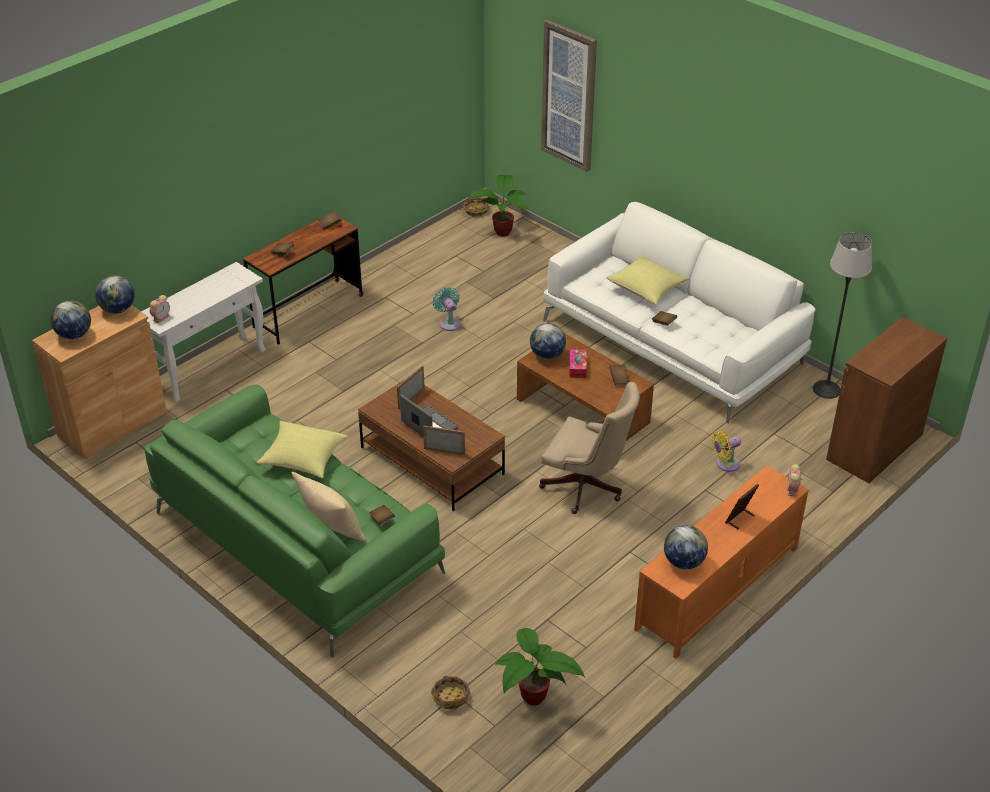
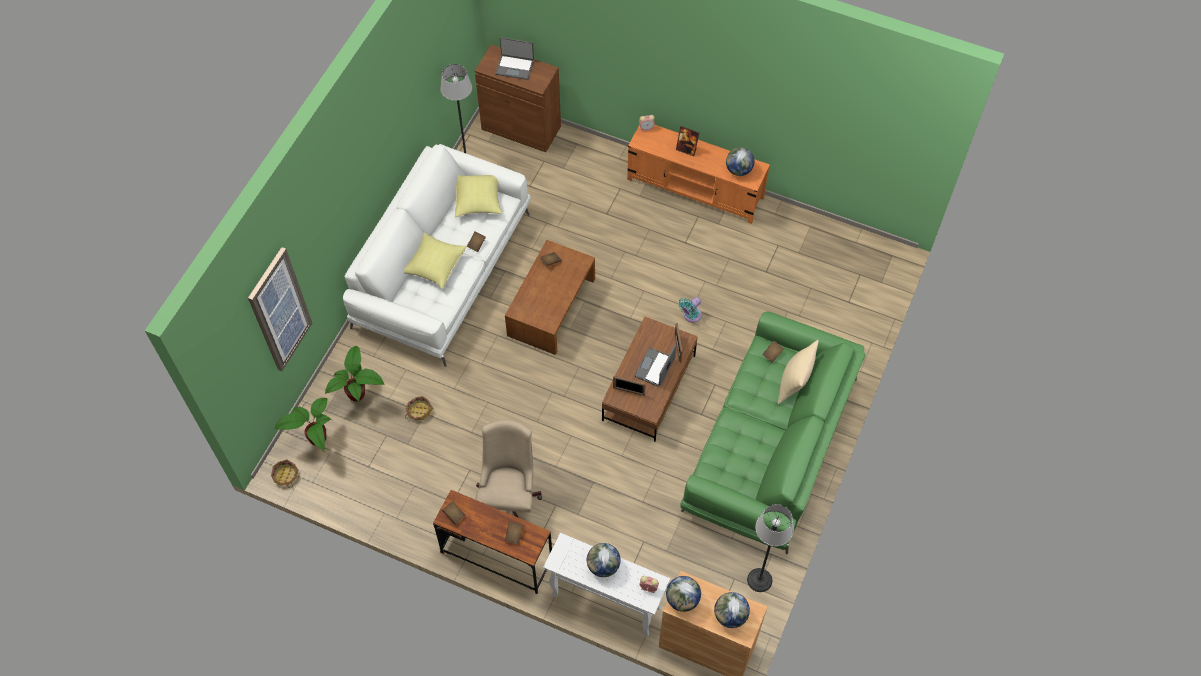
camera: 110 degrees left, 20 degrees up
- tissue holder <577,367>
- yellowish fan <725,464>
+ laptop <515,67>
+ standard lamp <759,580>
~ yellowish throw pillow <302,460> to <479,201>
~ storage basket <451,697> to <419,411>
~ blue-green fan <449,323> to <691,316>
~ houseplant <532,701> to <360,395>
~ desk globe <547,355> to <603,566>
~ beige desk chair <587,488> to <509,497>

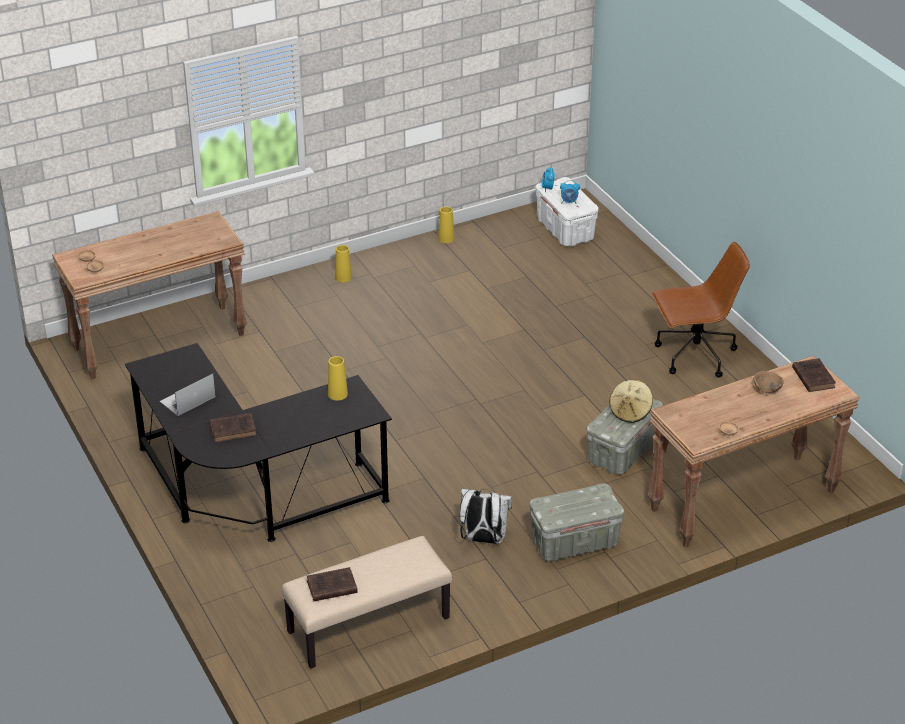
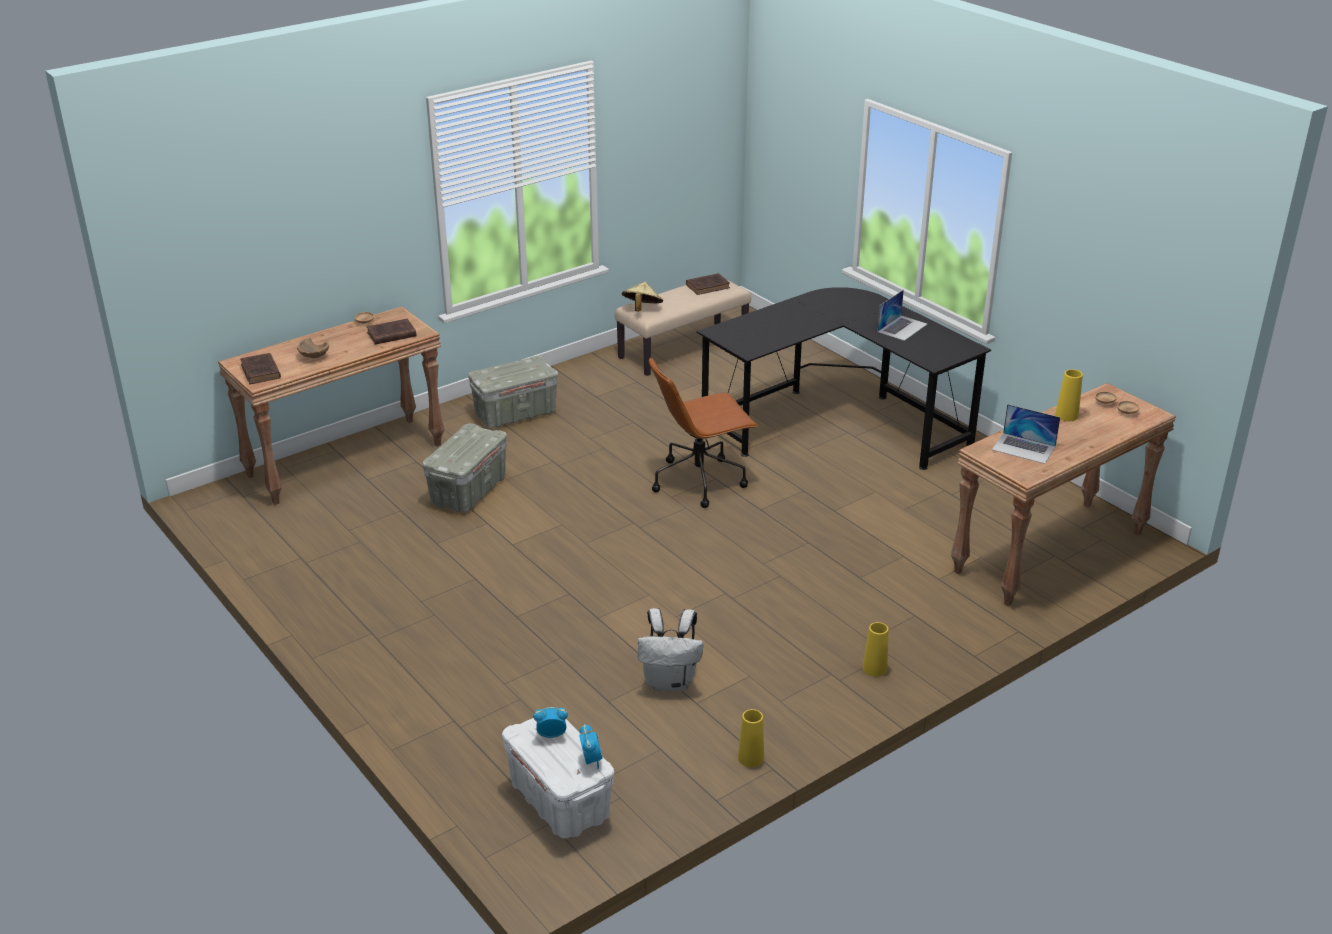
camera: 170 degrees right, 5 degrees down
+ laptop <1024,448>
~ brown-coloured book <234,430> to <390,335>
~ yellowish flower vase <337,394> to <1066,415>
~ white backpack <483,539> to <670,682>
~ beige wearable hat <630,412> to <642,309>
~ brown-coloured desk chair <694,356> to <700,480>

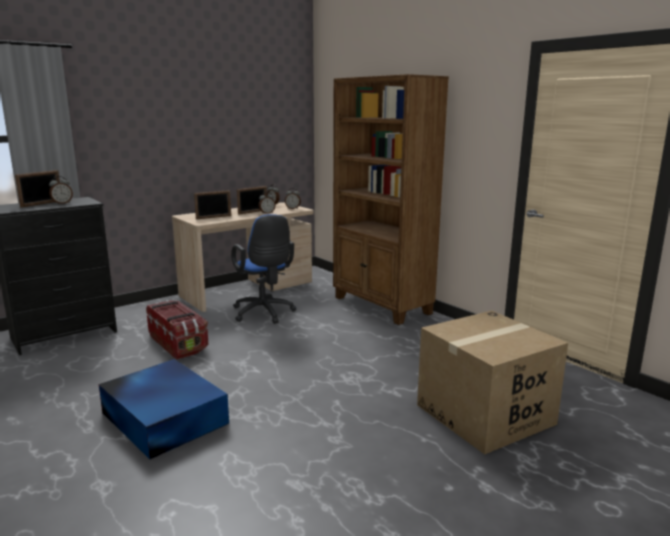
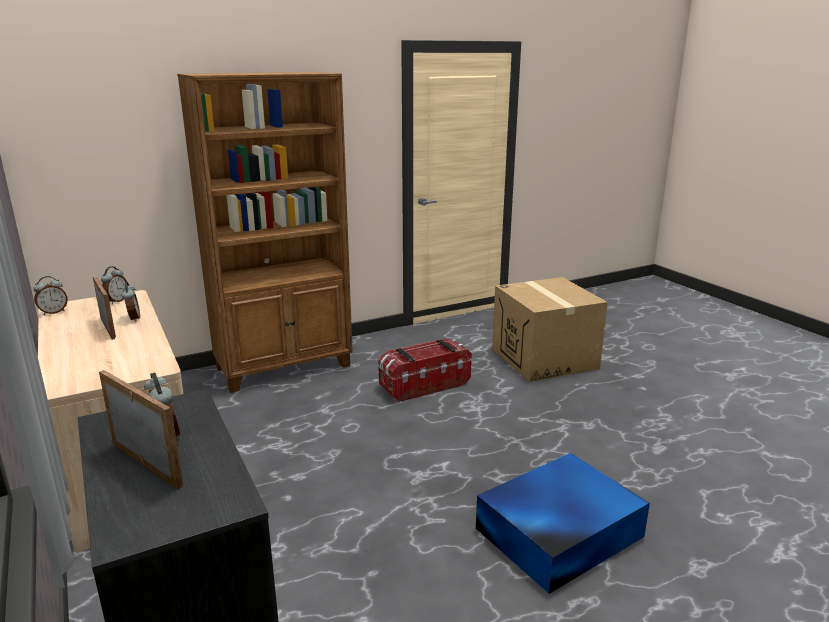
camera: 80 degrees left, 5 degrees up
- picture frame <213,217>
- blue-coloured desk chair <264,314>
~ storage bin <178,343> to <424,385>

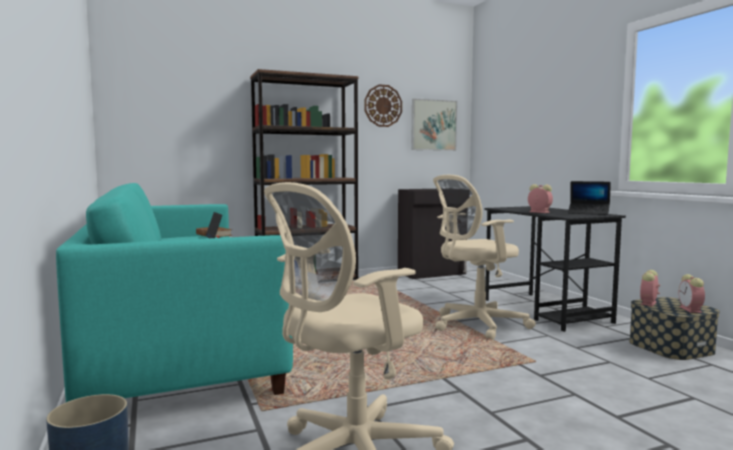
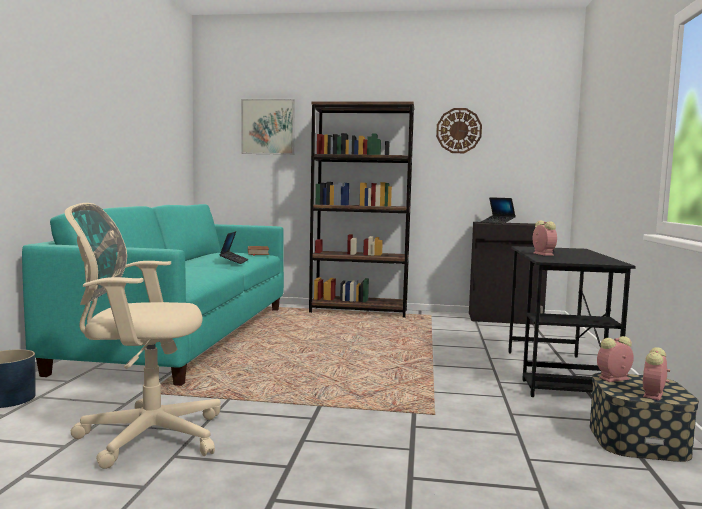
camera: 30 degrees right, 0 degrees up
- beige desk chair <475,325>
~ wall picture <433,125> to <268,127>
~ laptop <588,213> to <497,223>

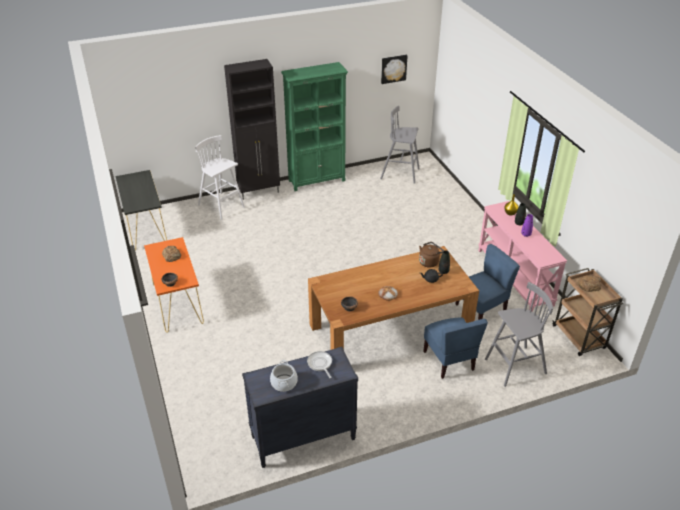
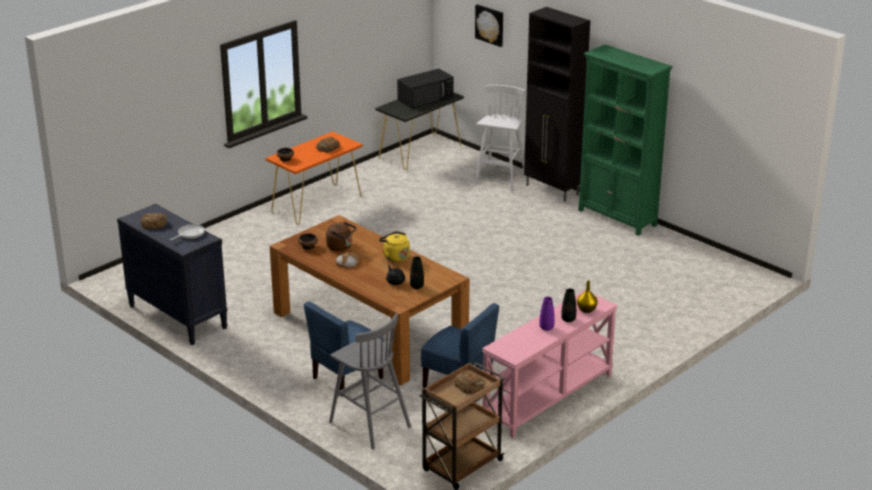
camera: 65 degrees right, 10 degrees down
- greyish stool seat <400,174>
+ yellowish kettle <395,257>
+ blackish kitchen microwave <426,98>
~ wall picture <393,68> to <490,25>
~ brown-coloured kettle <429,262> to <341,247>
~ stockpot <284,383> to bread <154,224>

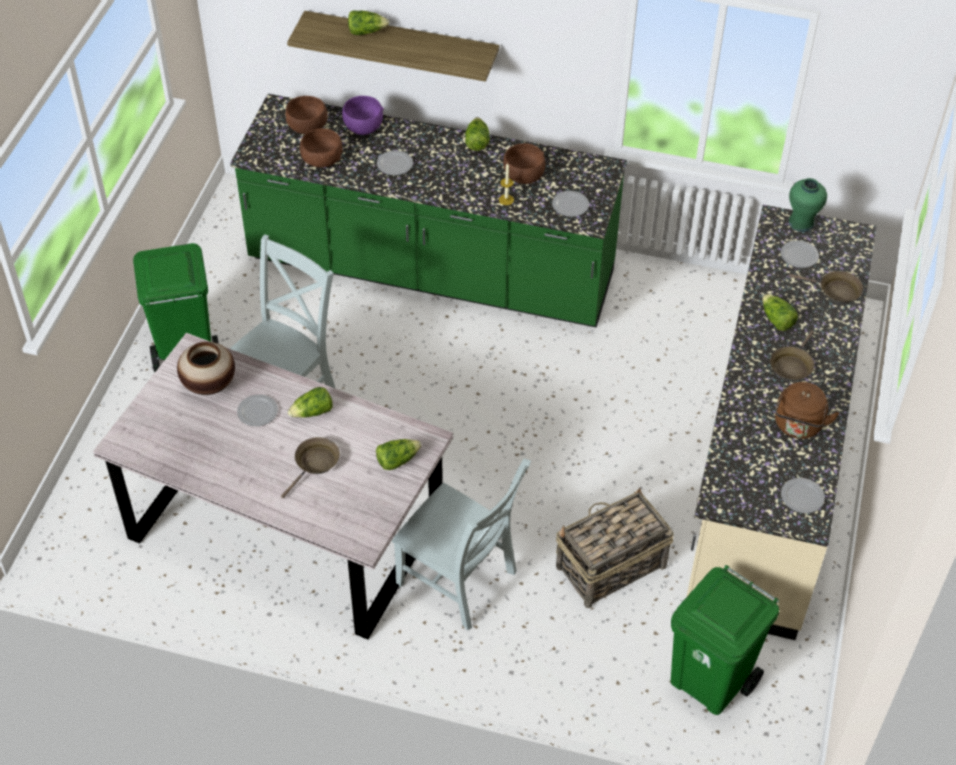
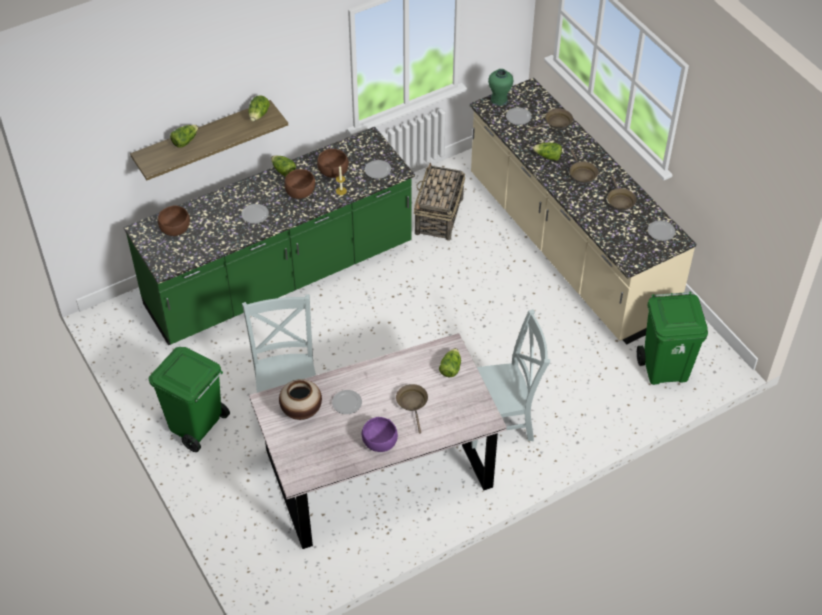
camera: 45 degrees left, 0 degrees up
~ lettuce <312,412> to <259,115>
~ brown-coloured serving bowl <321,160> to <300,192>
~ purple serving bowl <363,127> to <380,442>
~ storage basket <609,567> to <438,217>
~ brown-coloured kettle <798,426> to brown-coloured pan <620,200>

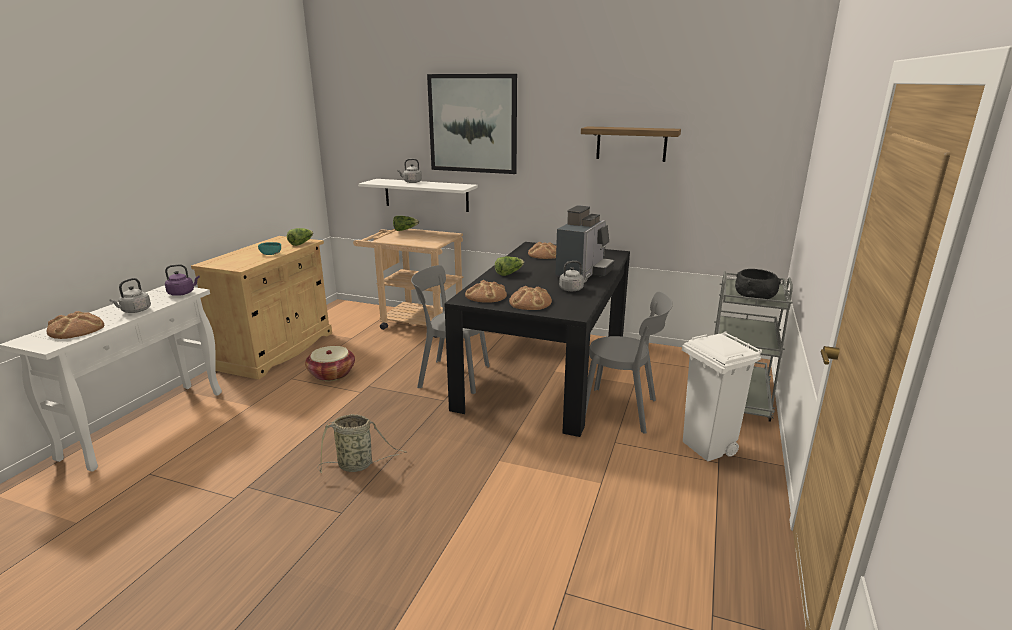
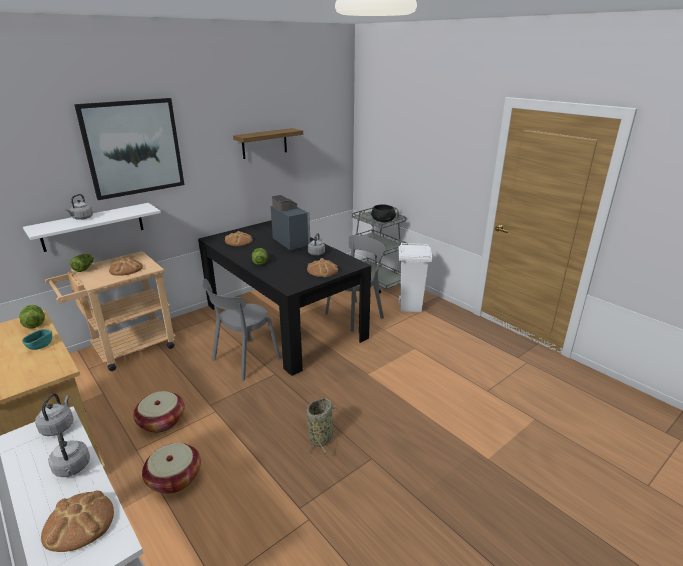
camera: 60 degrees left, 5 degrees up
+ storage basket <174,478>
~ bread <486,296> to <126,269>
~ purple kettle <183,293> to greyish kettle <58,426>

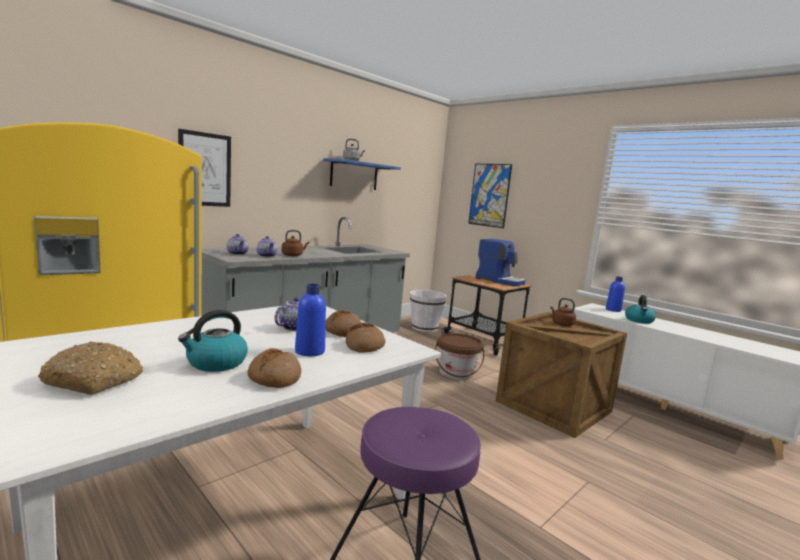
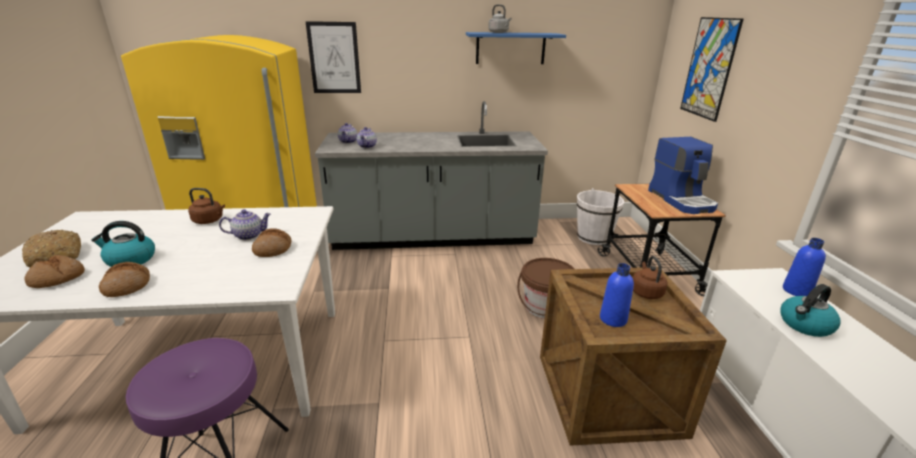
camera: 40 degrees right, 15 degrees up
~ brown-coloured kettle <293,255> to <209,221>
~ blue-coloured beverage bottle <309,351> to <613,319>
~ bread <365,346> to <57,279>

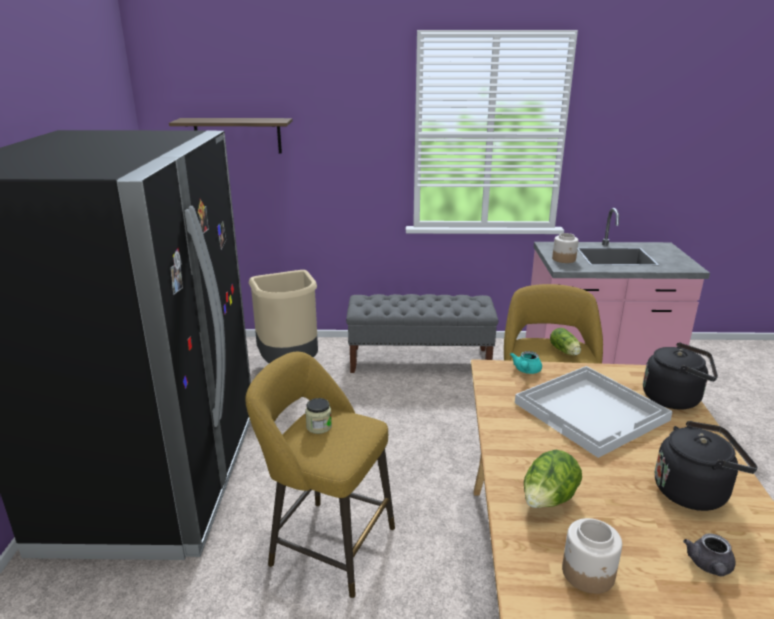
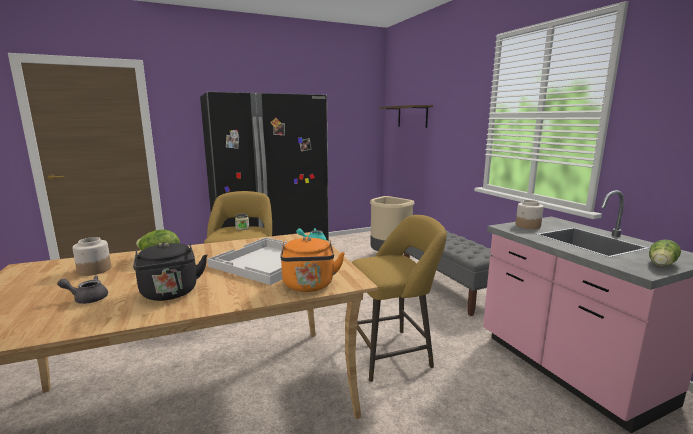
camera: 65 degrees right, 10 degrees down
~ lettuce <565,352> to <661,265>
~ blackish kettle <675,398> to orange kettle <309,286>

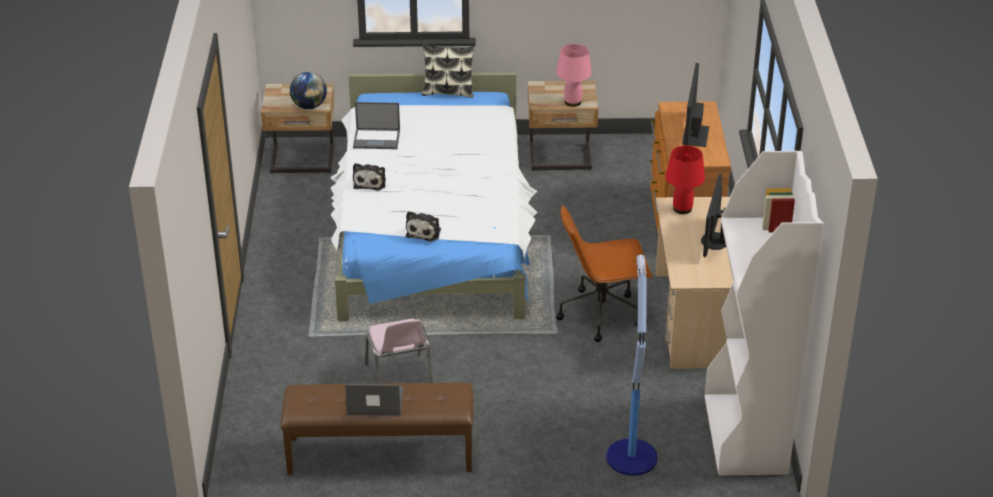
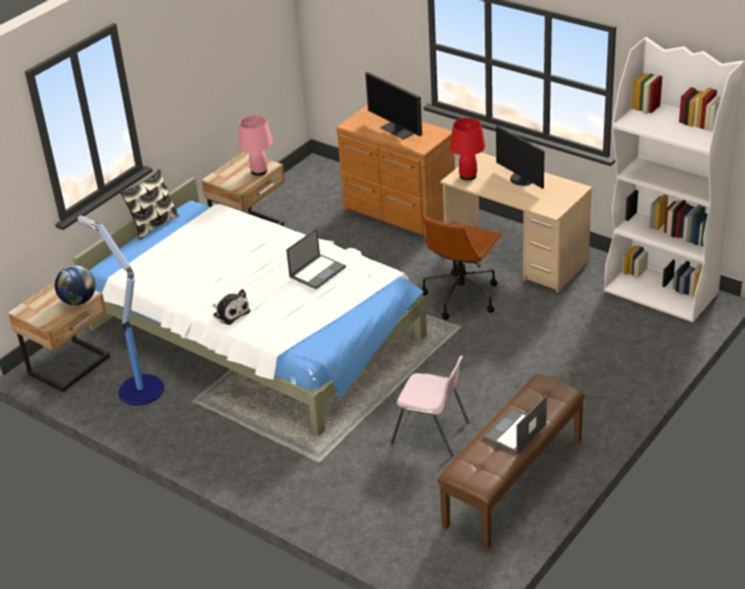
camera: 50 degrees left, 0 degrees up
- soft toy <424,232>
~ laptop <377,139> to <318,271>
~ standard lamp <631,455> to <139,389>

